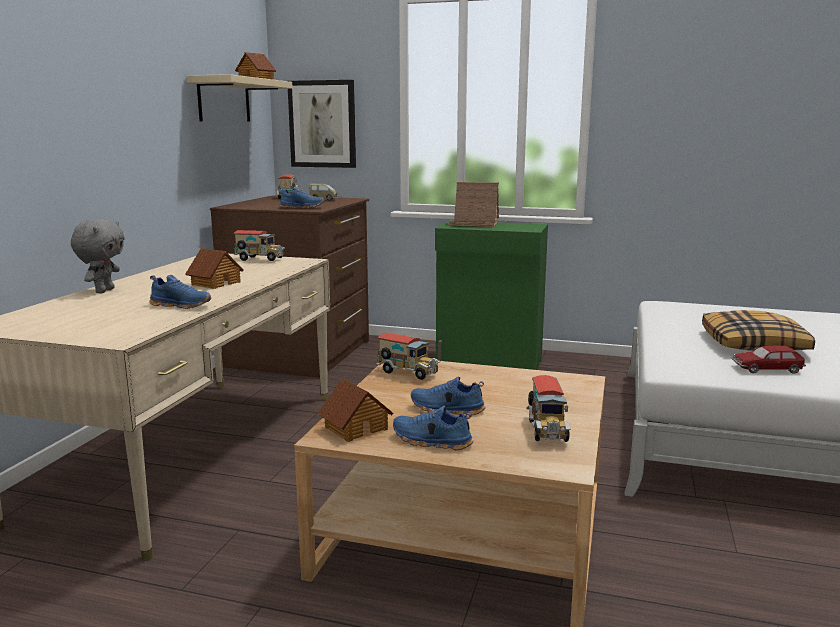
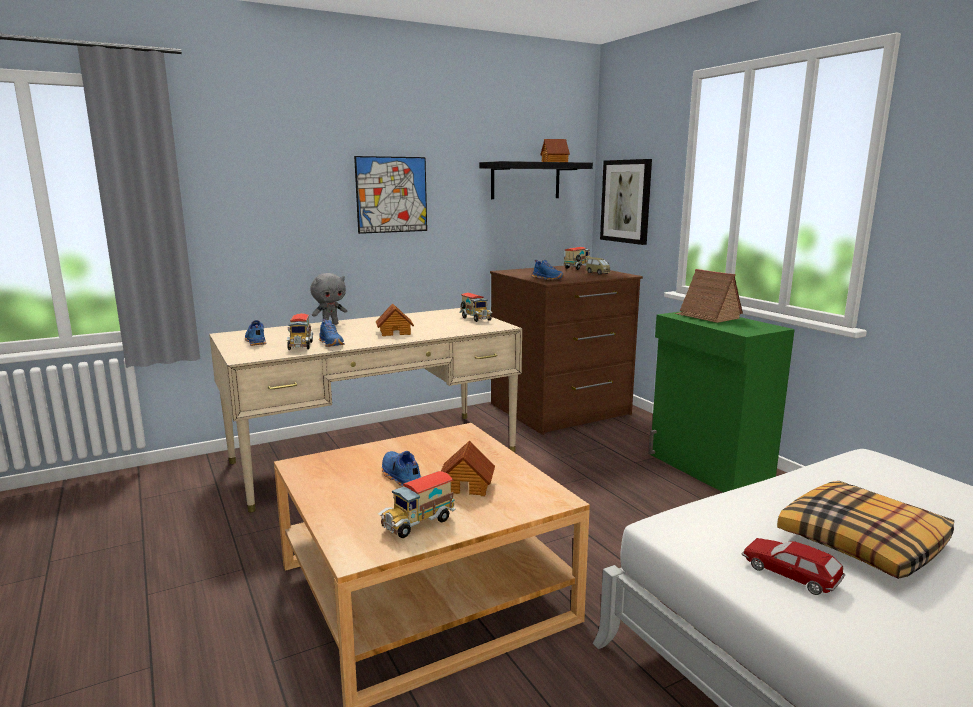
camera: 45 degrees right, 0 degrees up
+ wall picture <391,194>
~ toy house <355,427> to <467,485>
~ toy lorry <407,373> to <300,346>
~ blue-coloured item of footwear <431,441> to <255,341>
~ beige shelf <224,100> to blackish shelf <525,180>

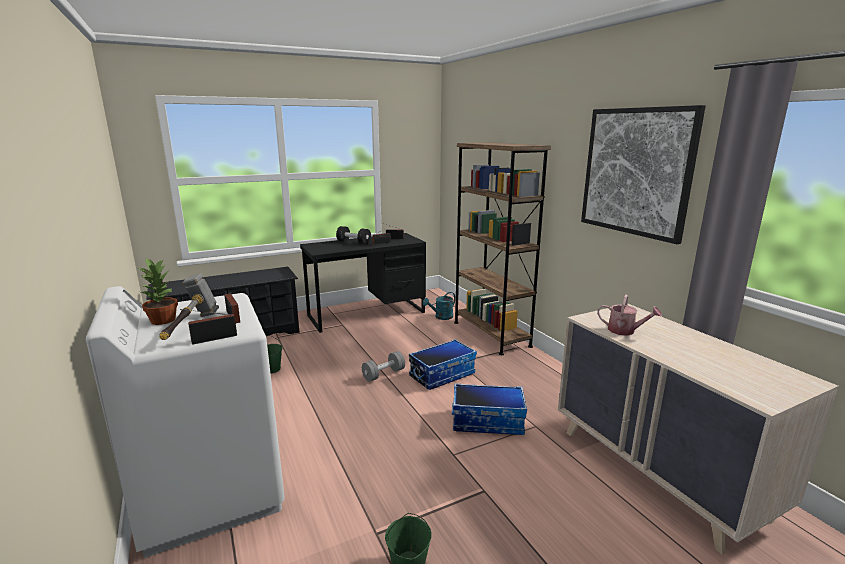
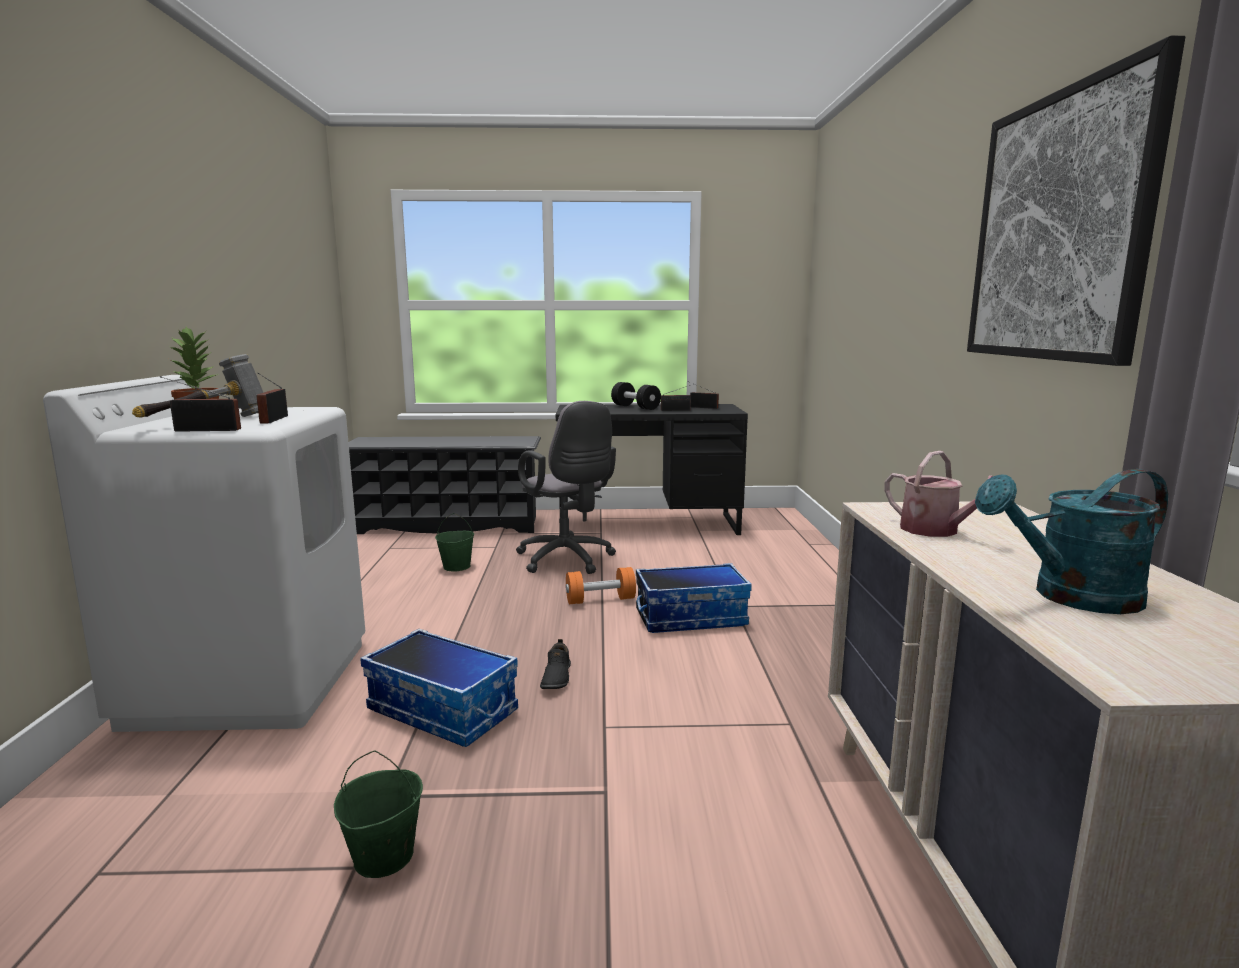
camera: 25 degrees right, 5 degrees down
- brown-coloured bookshelf <491,334>
+ greyish desk chair <568,560>
+ blackish item of footwear <555,677>
~ blue-green watering can <441,317> to <1072,597>
~ storage bin <488,421> to <444,710>
~ greyish hand weight <383,374> to orange hand weight <600,600>

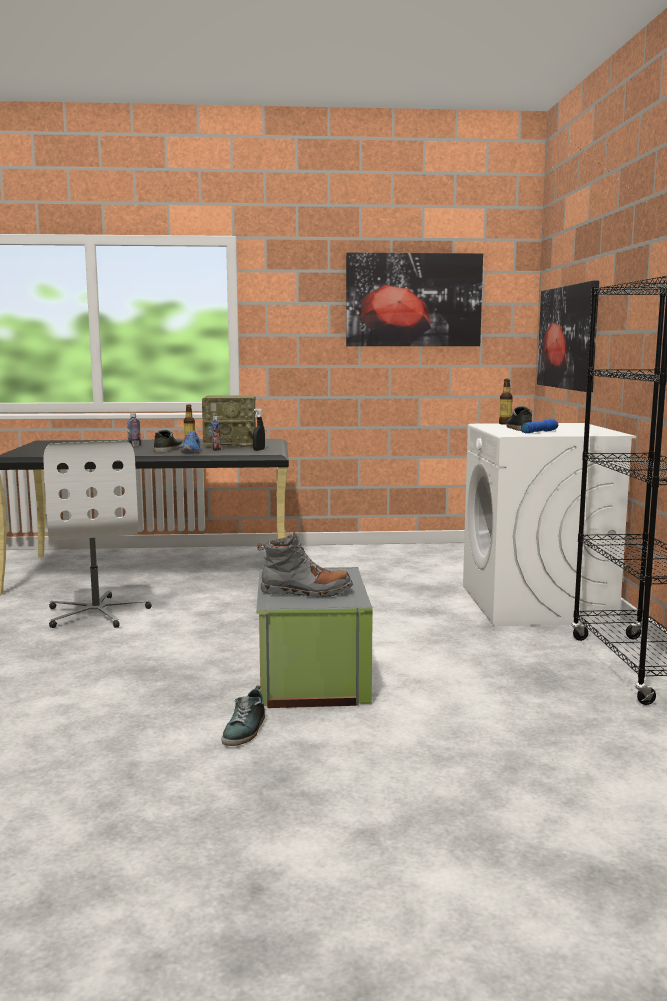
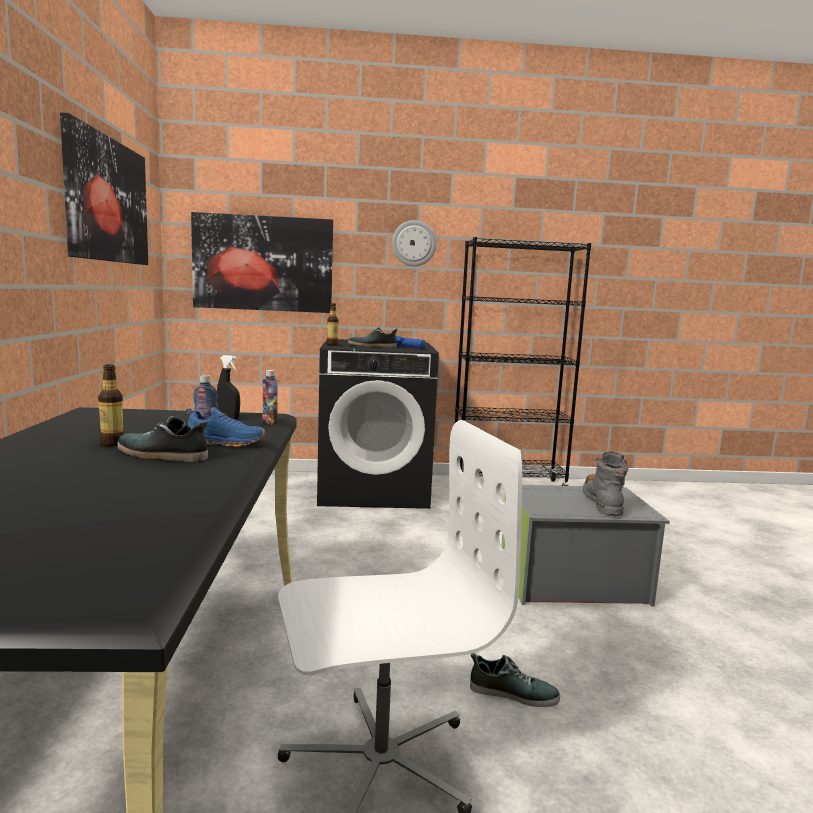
camera: 90 degrees left, 0 degrees up
- radio set <231,444>
+ clock on the wall <414,243>
~ beverage bottle <134,446> to <269,422>
~ item of footwear <245,730> to <513,693>
~ white washing machine <536,604> to blackish washing machine <374,490>

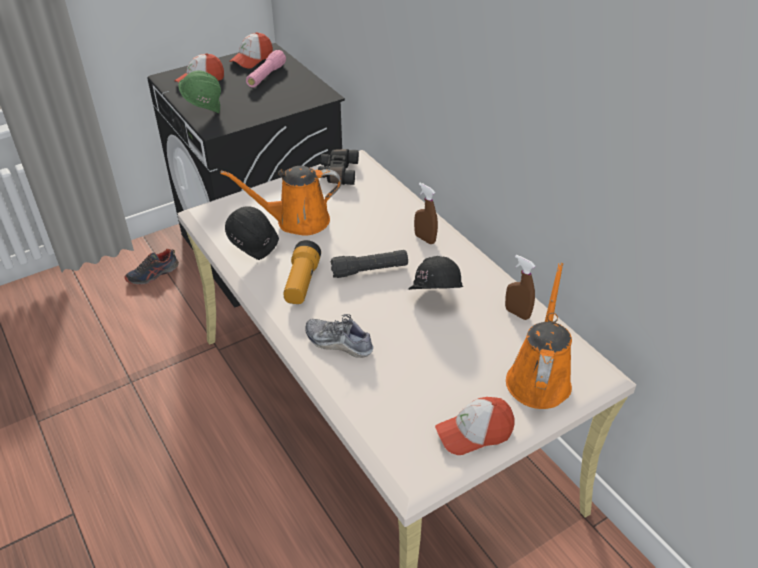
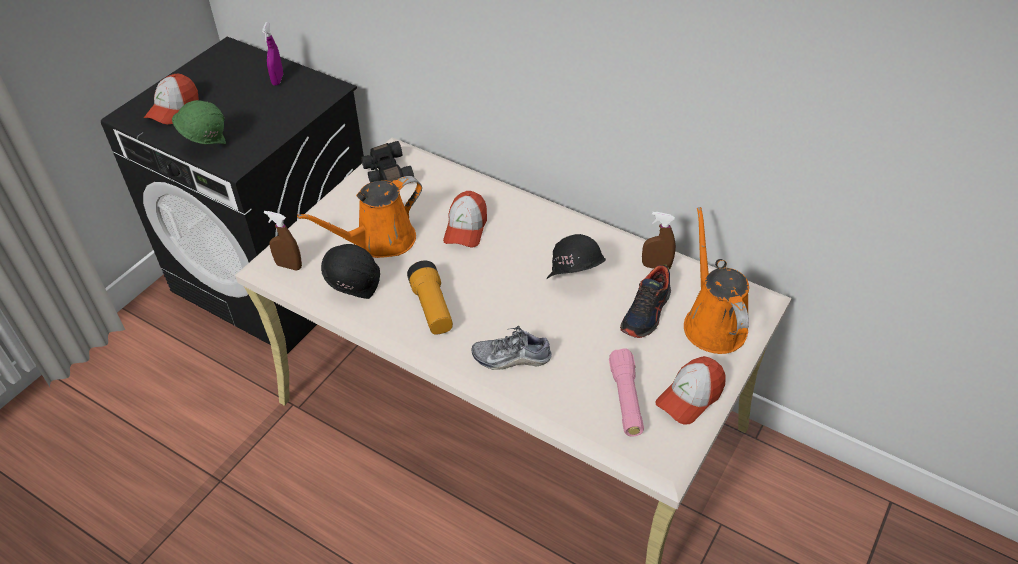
camera: 25 degrees left, 5 degrees up
- blackish flashlight <369,270>
+ purple sprayer <277,80>
~ item of footwear <153,274> to <646,312>
~ cap <252,59> to <466,228>
~ pinkish flashlight <266,76> to <626,399>
~ brown-coloured sprayer <425,239> to <289,266>

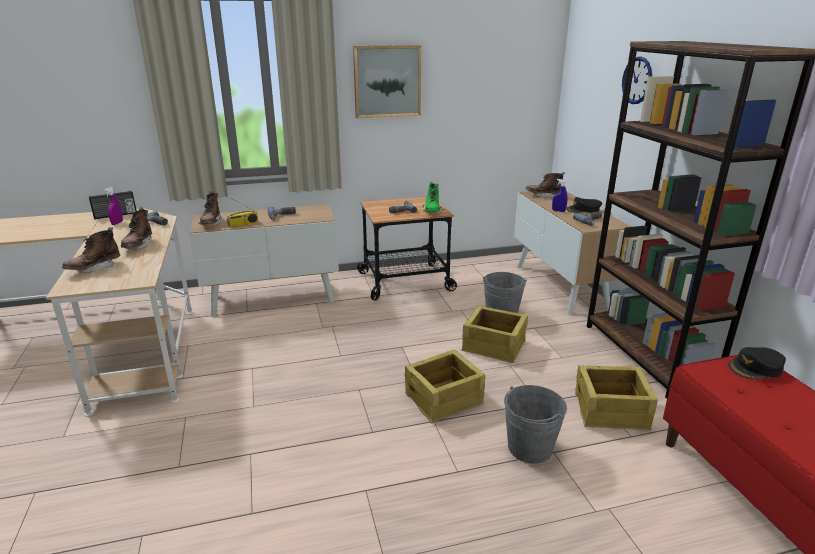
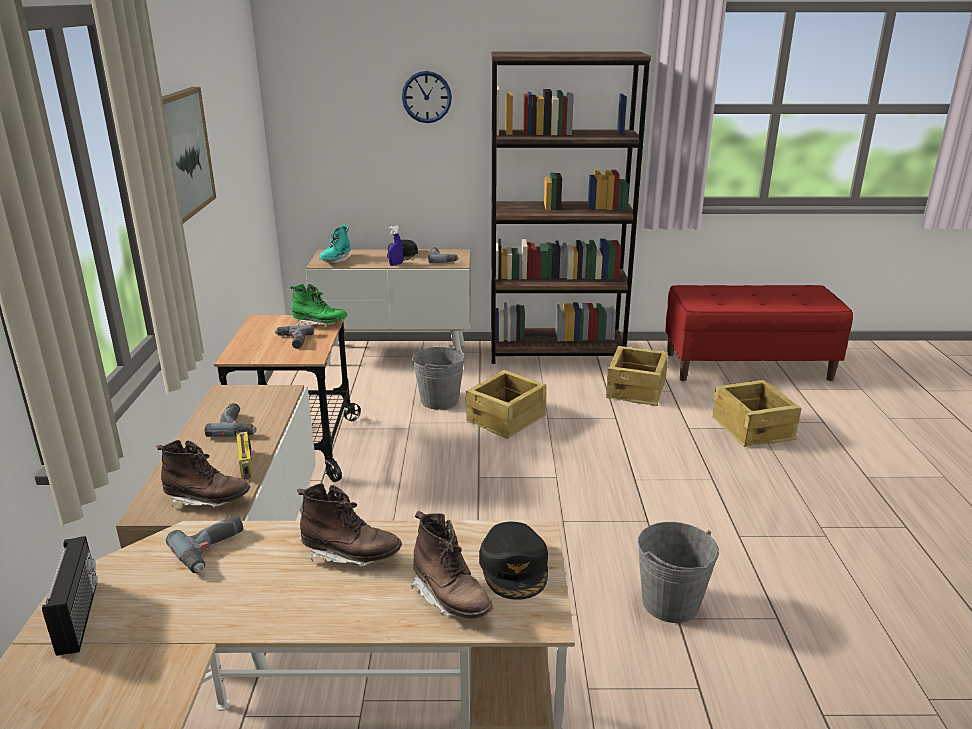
camera: 75 degrees left, 0 degrees up
- purple sprayer <117,223>
~ packing crate <444,399> to <752,428>
~ greyish pail <529,448> to <670,603>
~ blackish cap <756,368> to <515,567>
~ brown-coloured high-top boot <543,196> to blue-green high-top boot <335,260>

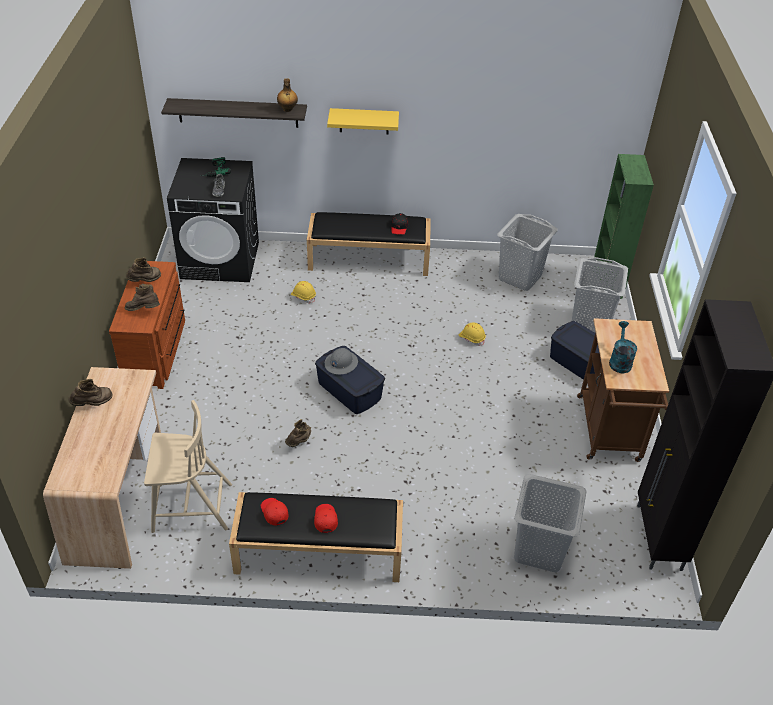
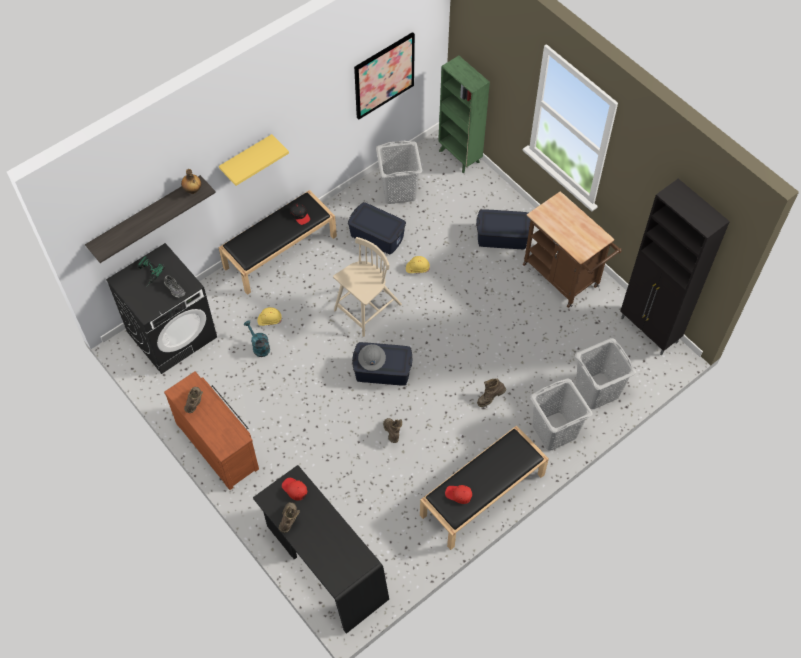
camera: 40 degrees left, 15 degrees up
+ blue-coloured storage bin <377,235>
+ wall picture <384,75>
~ brown-coloured high-top boot <144,310> to <490,398>
~ beige chair <190,507> to <367,308>
~ red cap <325,519> to <294,489>
~ greyish washing basket <589,322> to <554,431>
~ blue-green watering can <619,361> to <259,346>
~ beige desk unit <119,496> to blackish desk unit <324,563>

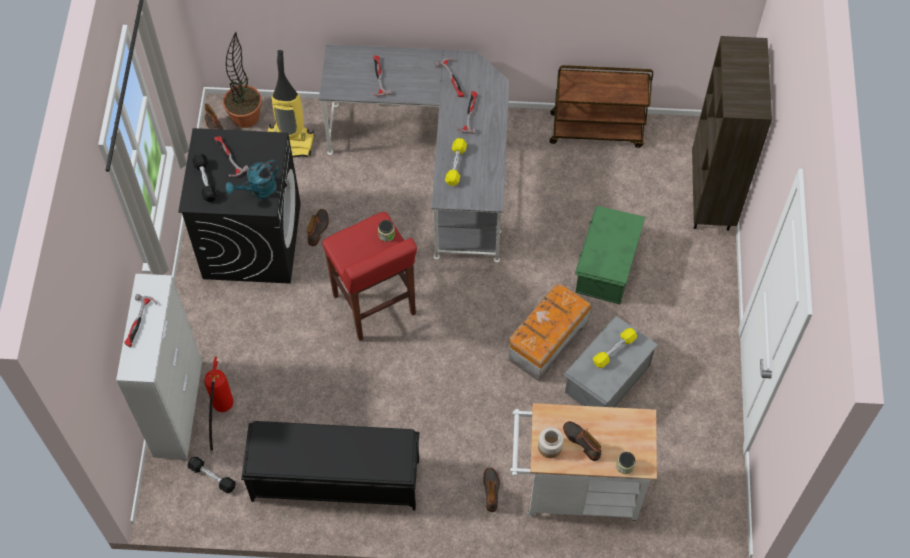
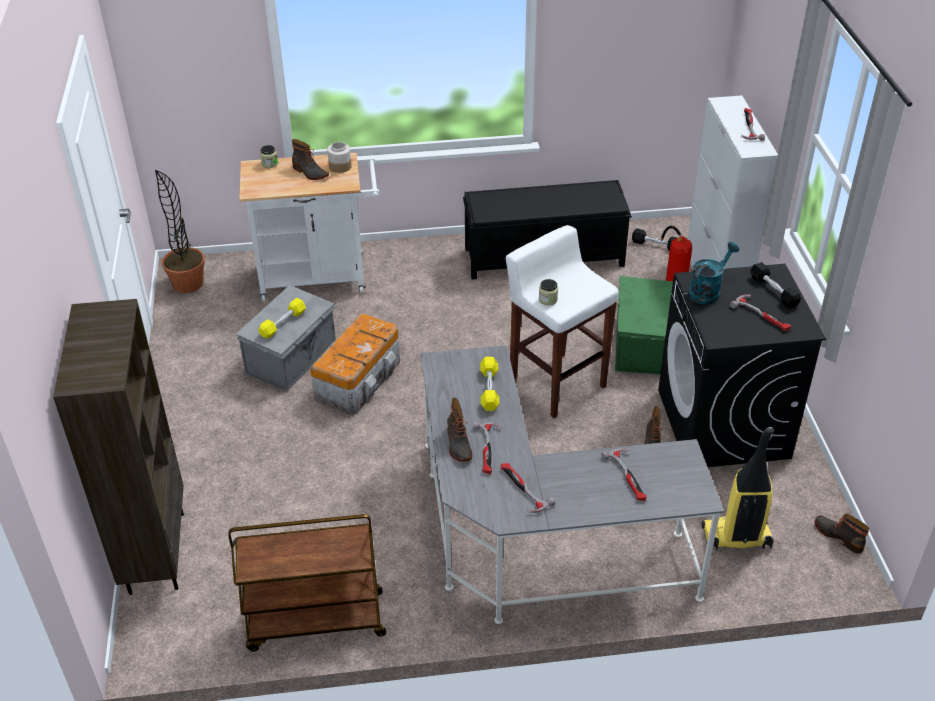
camera: 170 degrees right, 20 degrees down
~ houseplant <245,116> to <188,283>
~ high-top boot <491,490> to <458,444>
~ green-coloured storage bin <605,267> to <642,344>
~ red stool seat <374,306> to white stool seat <556,384>

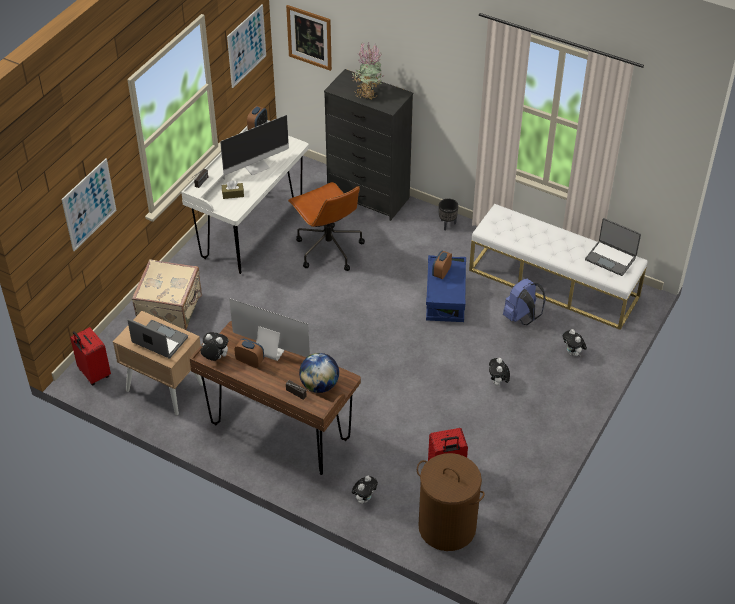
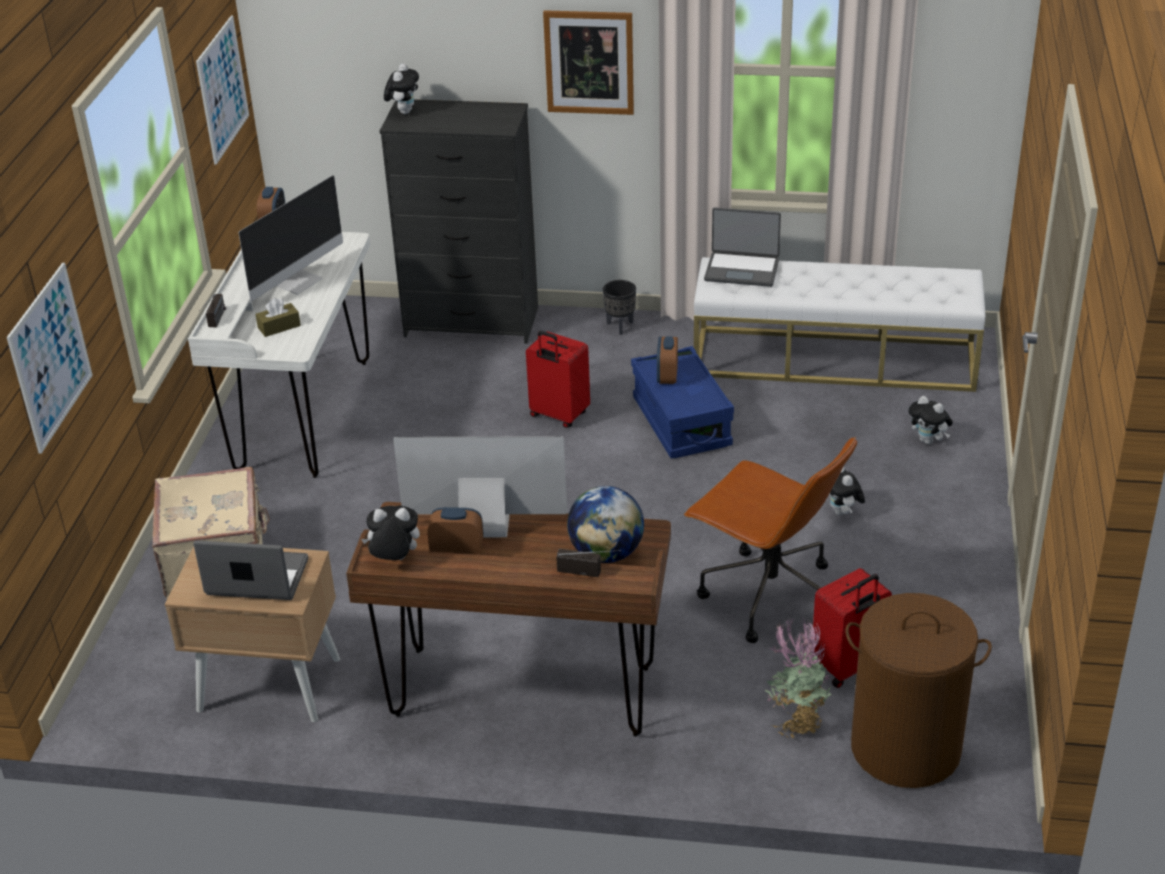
camera: 20 degrees left, 10 degrees down
- blue-coloured backpack <522,317>
~ red piece of luggage <93,374> to <558,415>
~ wall picture <309,37> to <589,62>
~ brown-coloured desk chair <328,249> to <768,595>
~ houseplant <367,93> to <796,721>
~ soft toy <364,498> to <404,111>
~ laptop <611,258> to <742,270>

